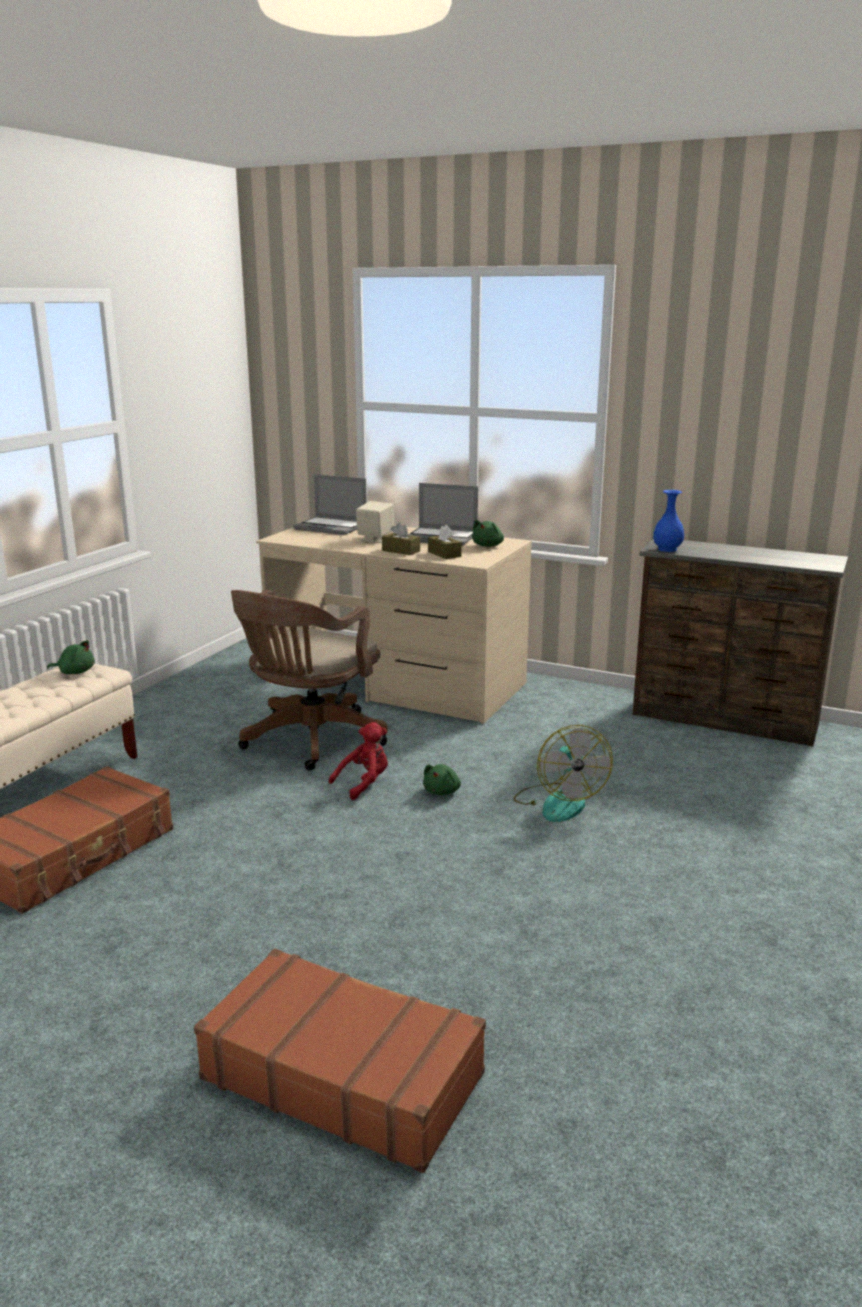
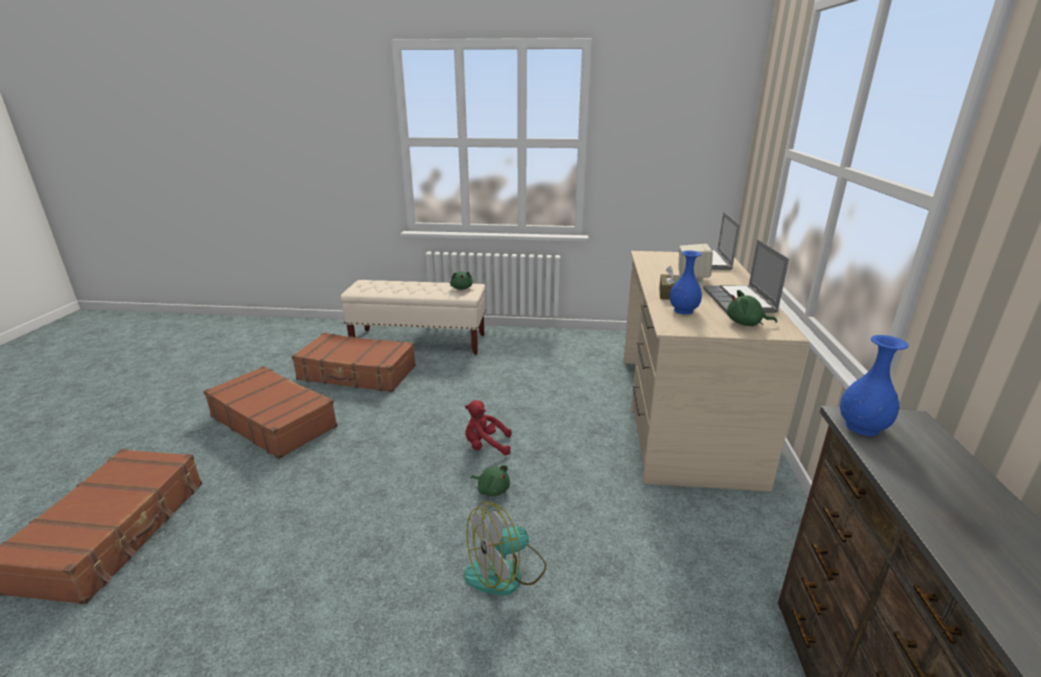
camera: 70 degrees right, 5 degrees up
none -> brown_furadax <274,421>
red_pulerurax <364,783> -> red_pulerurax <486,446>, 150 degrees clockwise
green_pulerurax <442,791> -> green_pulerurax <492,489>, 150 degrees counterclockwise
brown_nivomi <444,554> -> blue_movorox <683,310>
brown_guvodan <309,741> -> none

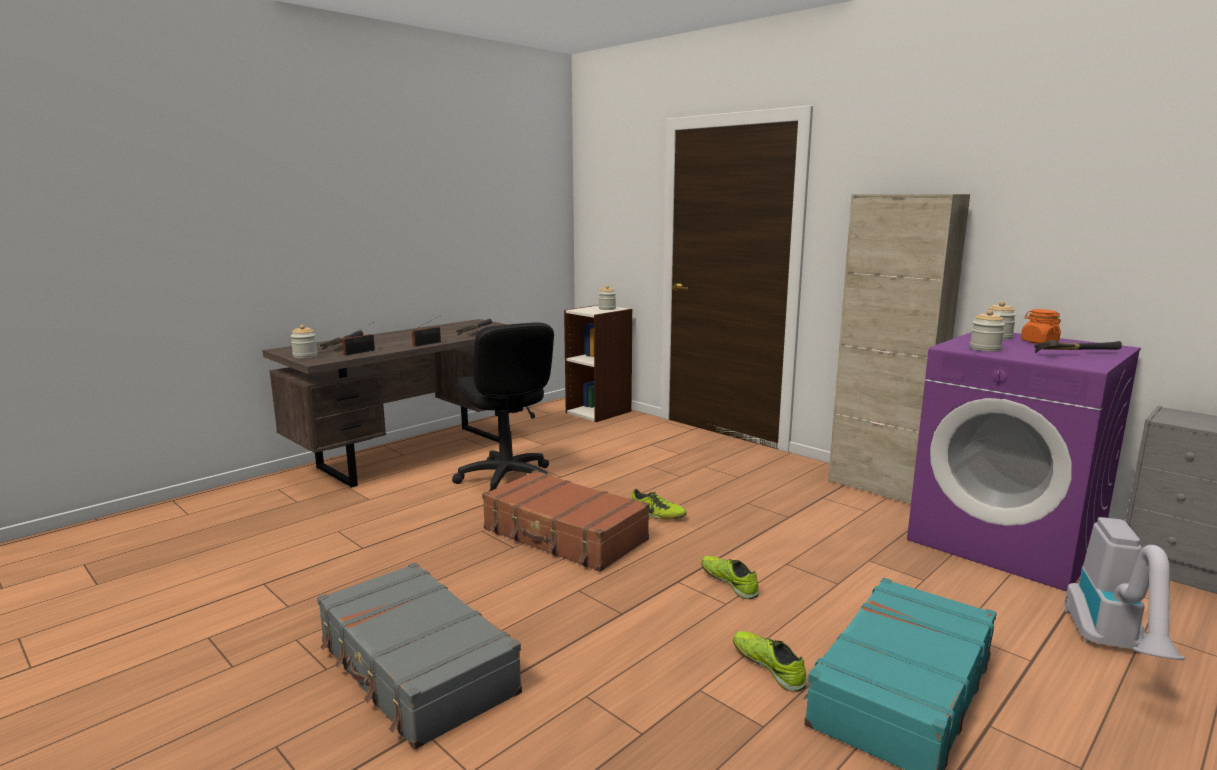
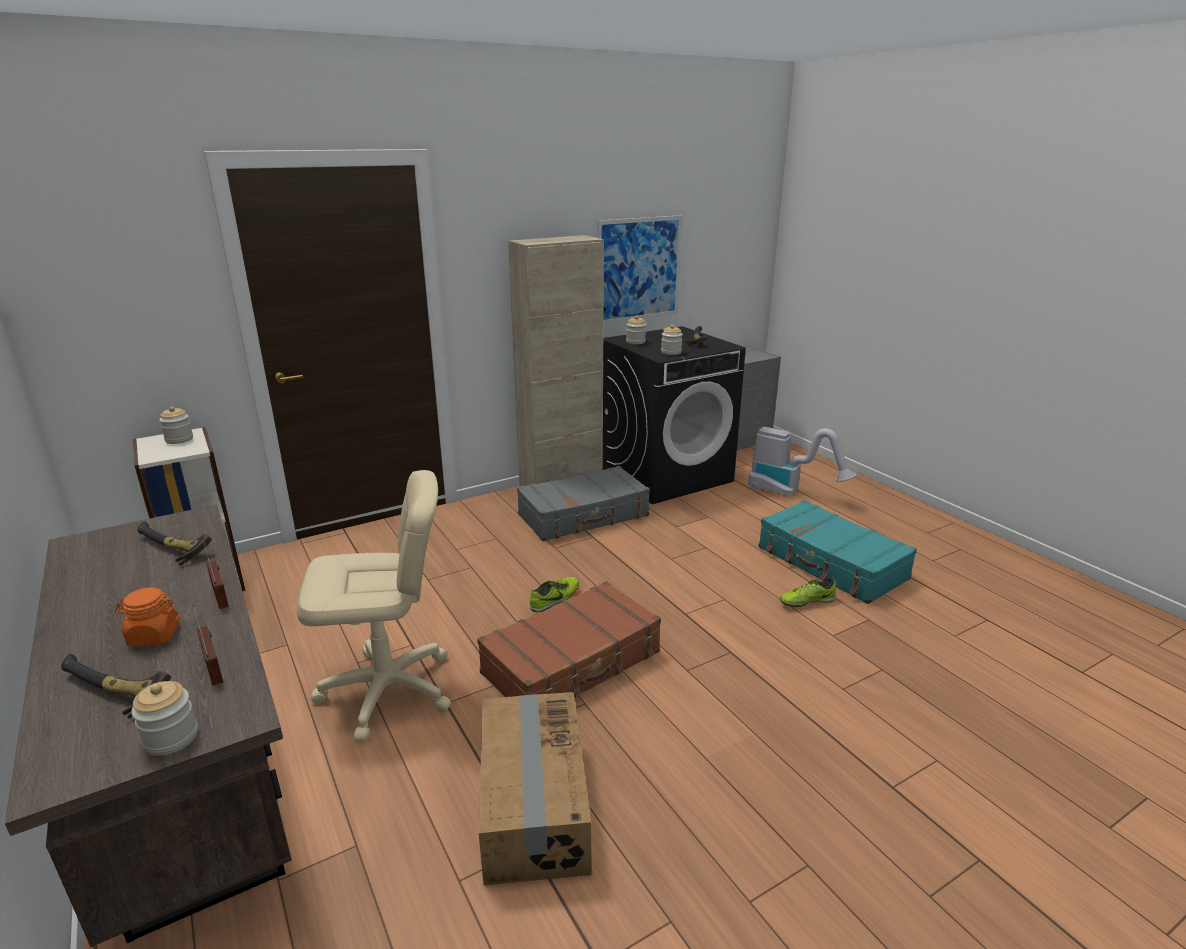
camera: 75 degrees left, 10 degrees up
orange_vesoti <1039,342> -> orange_vesoti <154,636>, moved
black_guvodan <506,480> -> beige_guvodan <388,691>
none -> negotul <532,806>
grey_furadax <415,668> -> grey_furadax <584,516>, moved
none -> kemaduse <639,269>
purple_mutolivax <1006,541> -> black_mutolivax <666,475>
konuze <729,582> -> none

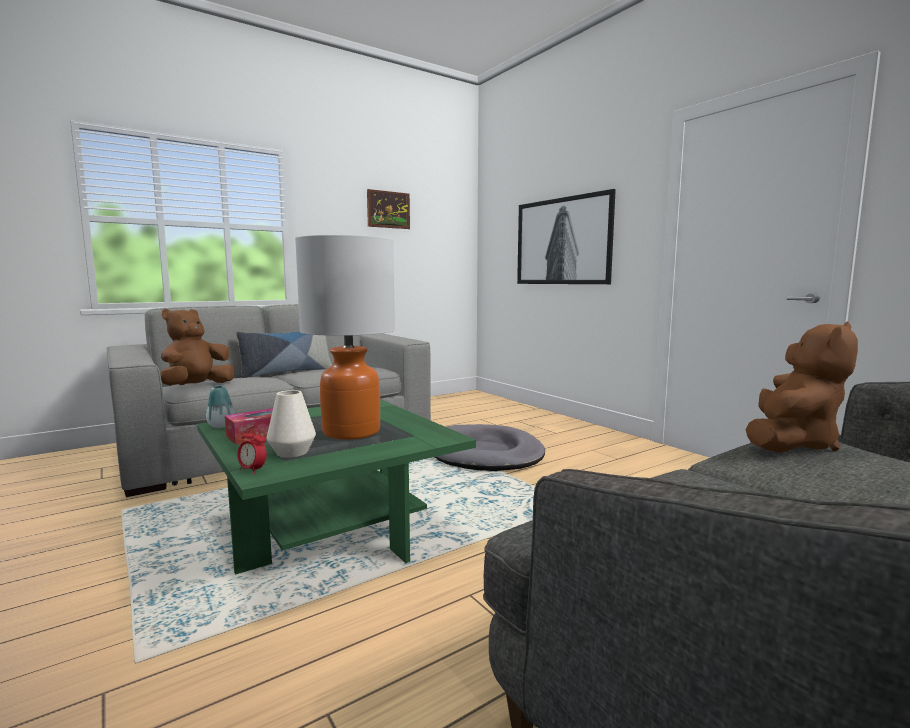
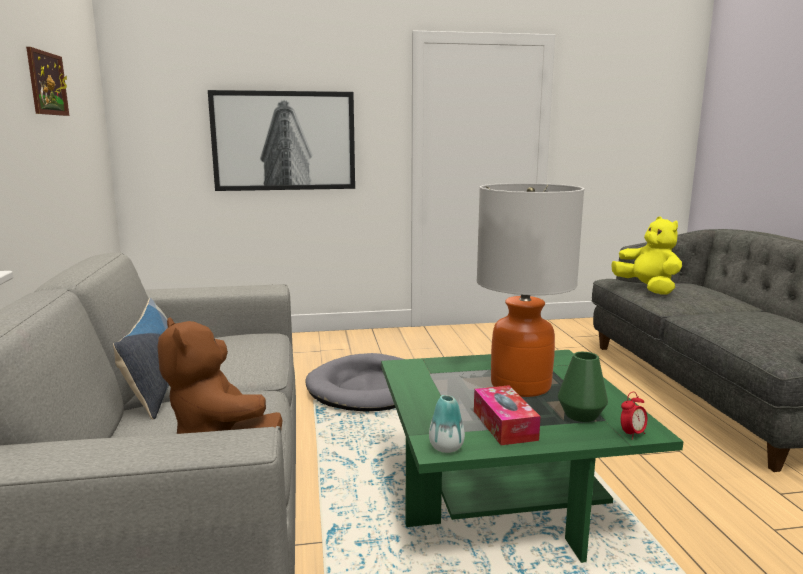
camera: 65 degrees left, 5 degrees up
white_movorox <292,452> -> green_movorox <581,415>
brown_pulerurax <790,444> -> yellow_pulerurax <647,289>

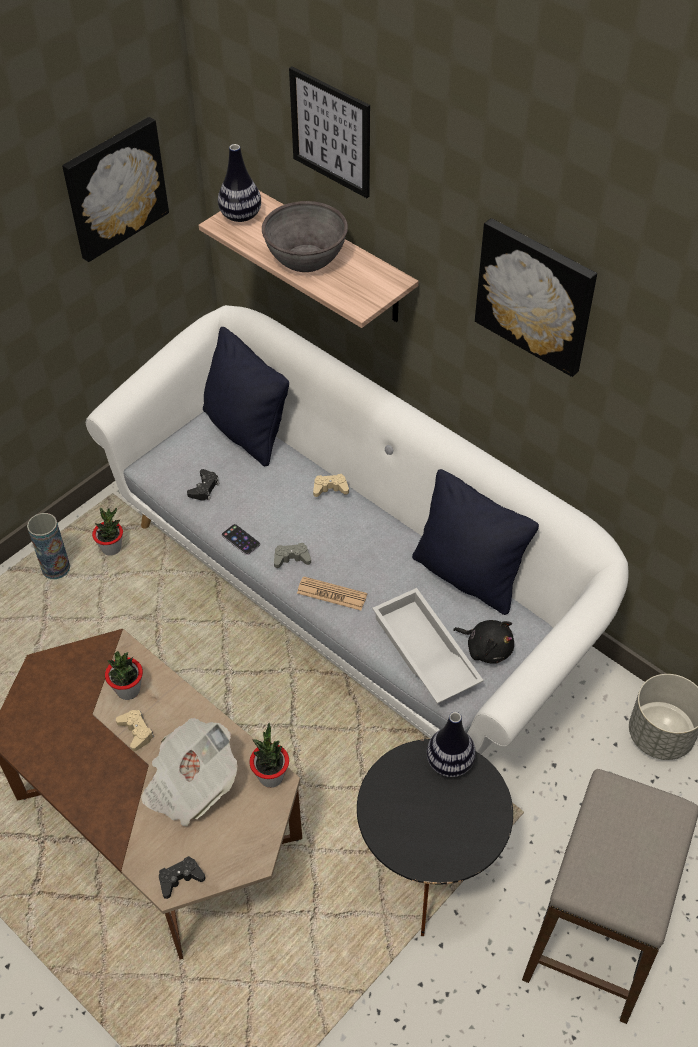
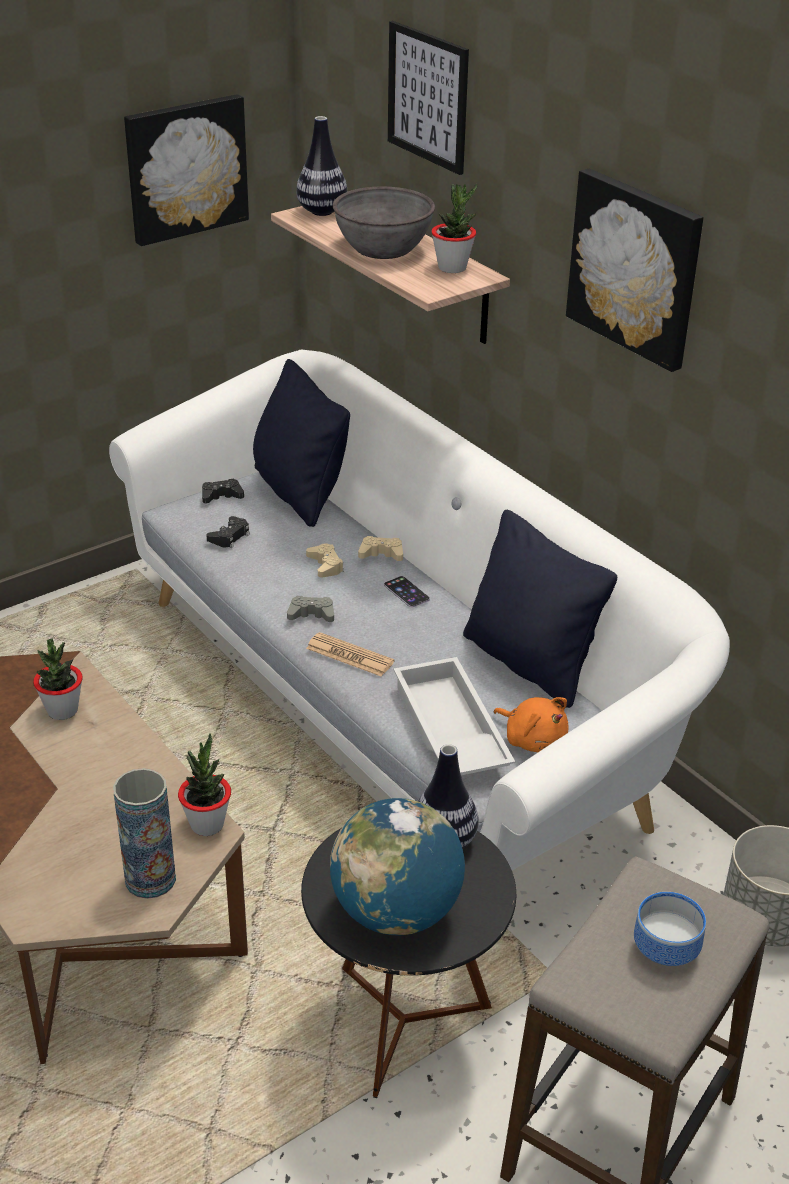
camera: 10 degrees right, 15 degrees down
movorox <56,569> -> movorox <150,879>, moved
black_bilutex <180,879> -> black_bilutex <221,496>, moved
beige_bilutex <136,732> -> beige_bilutex <325,565>, moved
none -> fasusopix <396,912>
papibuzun <240,539> -> papibuzun <406,592>, moved
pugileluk <111,548> -> pugileluk <452,268>, moved
black_pulerurax <486,648> -> orange_pulerurax <533,739>
none -> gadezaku <668,948>
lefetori <190,784> -> none

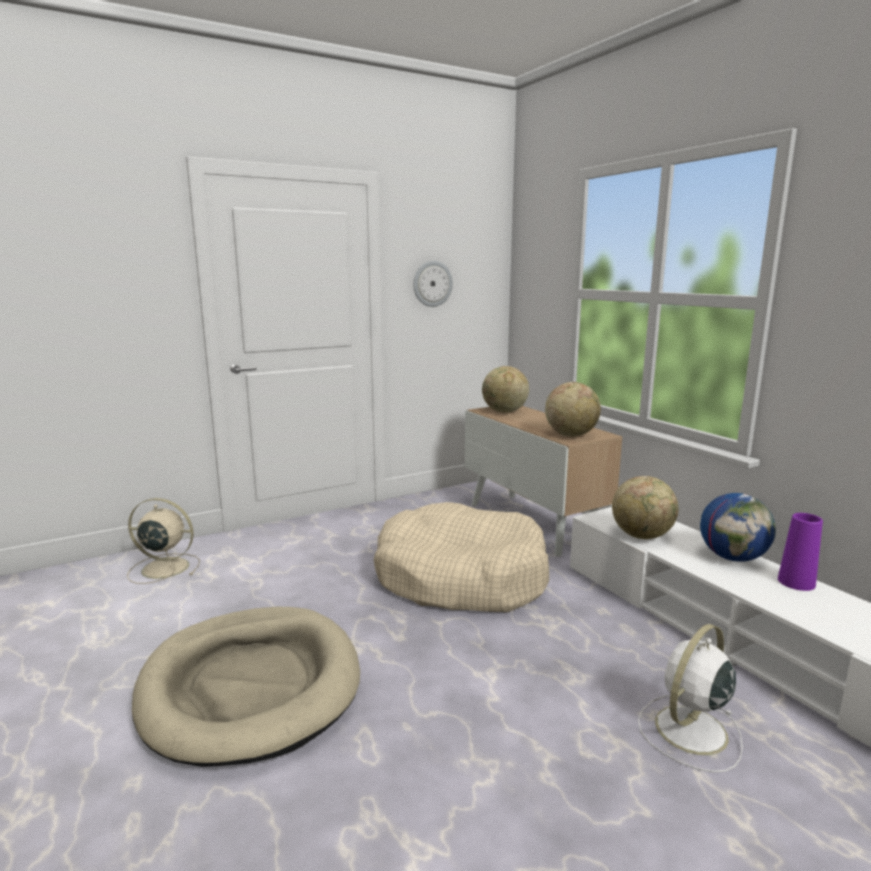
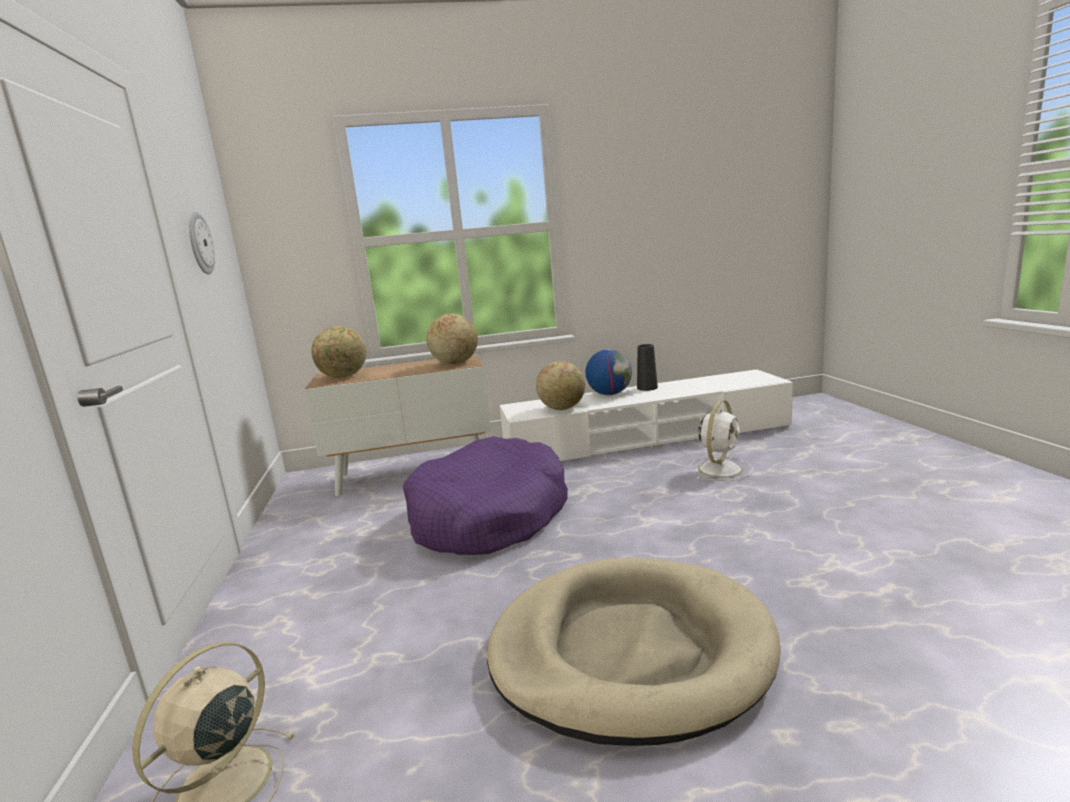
camera: 70 degrees left, 0 degrees up
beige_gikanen <461,577> -> purple_gikanen <489,516>
purple_movorox <796,582> -> black_movorox <647,388>
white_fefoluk <689,731> -> white_fefoluk <720,468>, 120 degrees counterclockwise

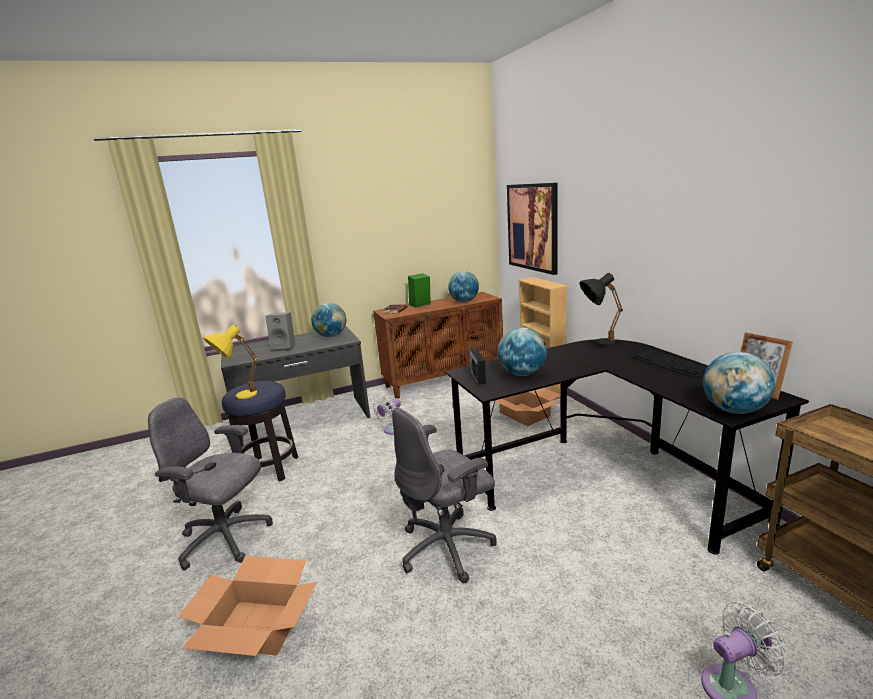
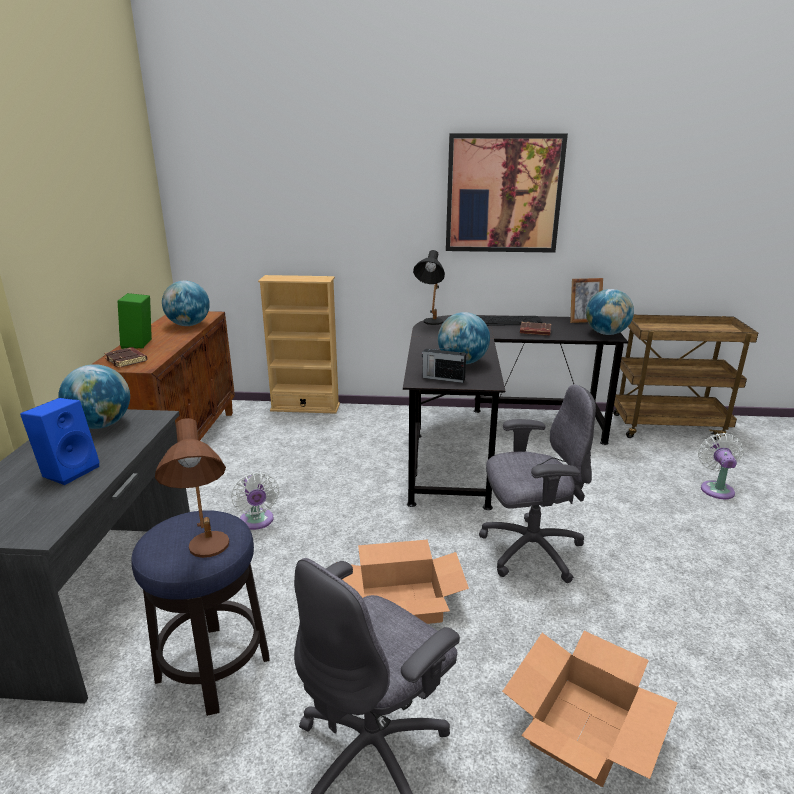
camera: 65 degrees left, 5 degrees up
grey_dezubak <284,347> -> blue_dezubak <69,470>
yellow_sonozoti <238,397> -> brown_sonozoti <207,554>
negotul <524,414> -> negotul <400,604>, moved
kemaduse <532,227> -> kemaduse <503,194>, moved
grey_guvodan <448,547> -> grey_guvodan <529,550>, 90 degrees counterclockwise
none -> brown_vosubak <534,332>

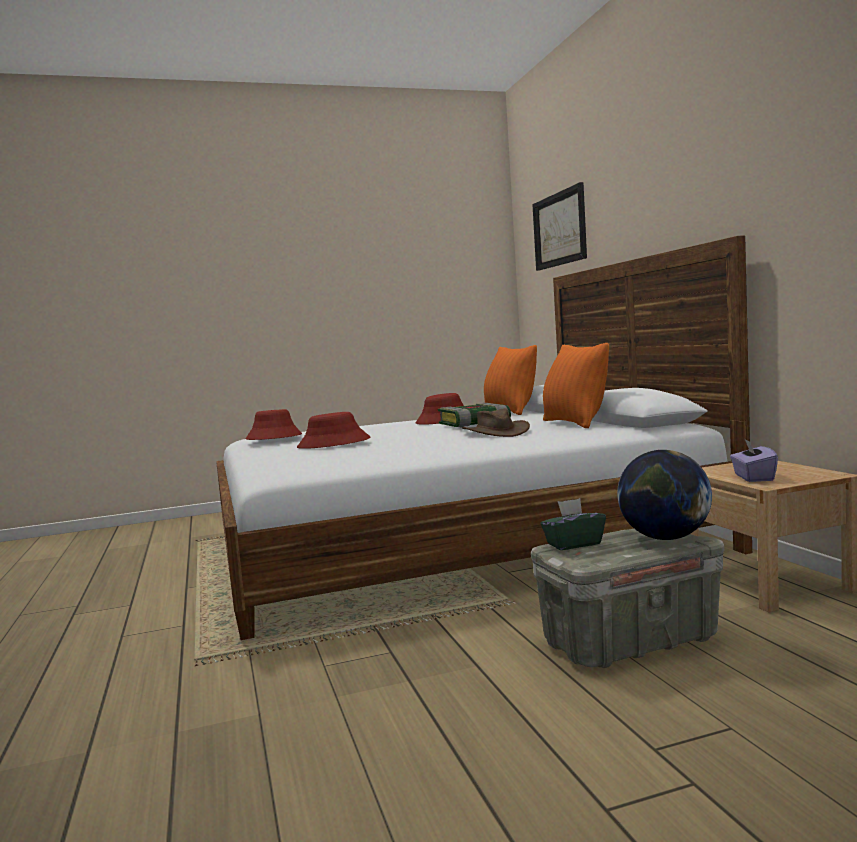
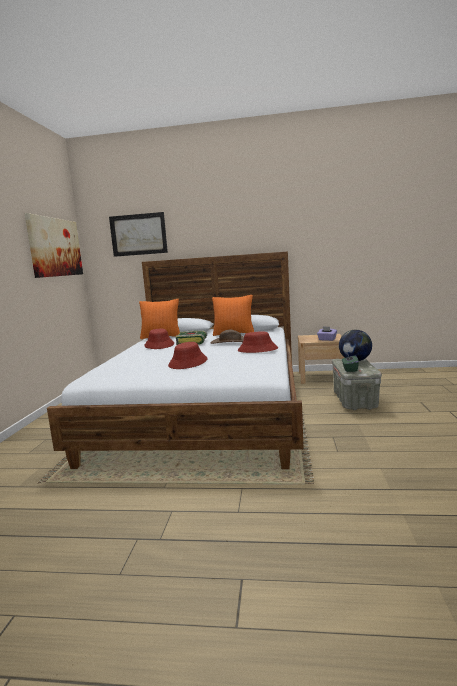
camera: 65 degrees left, 5 degrees up
none -> kemaduse <55,247>
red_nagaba <274,438> -> red_nagaba <257,350>, moved

